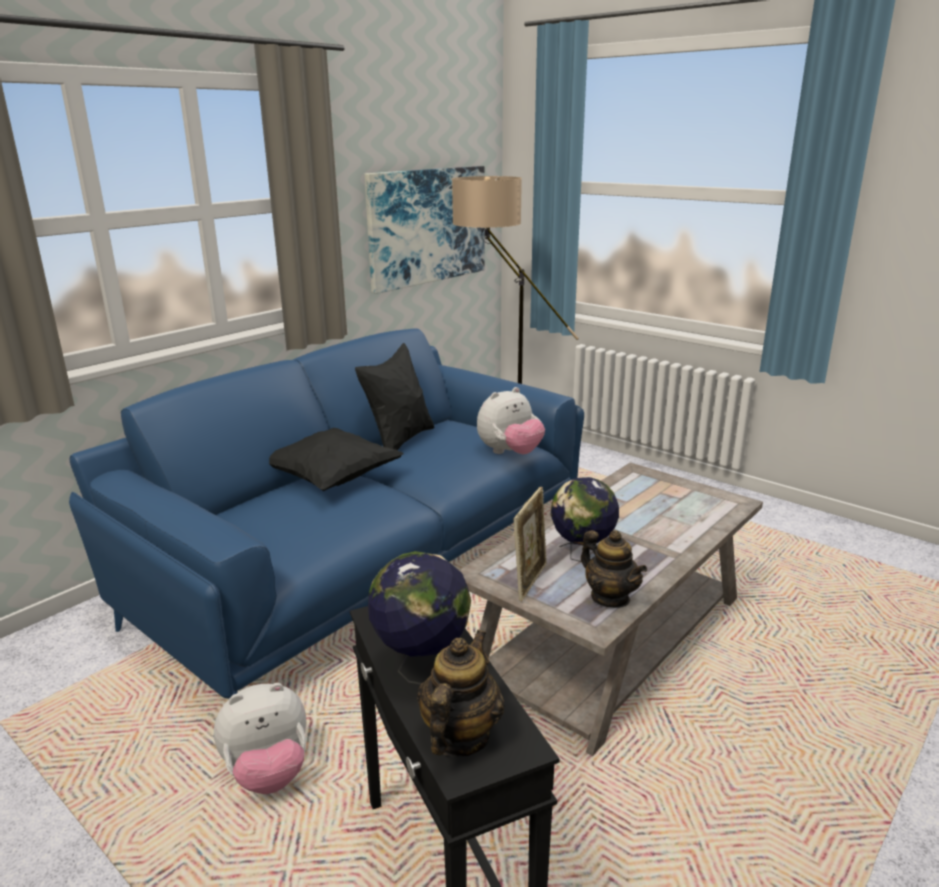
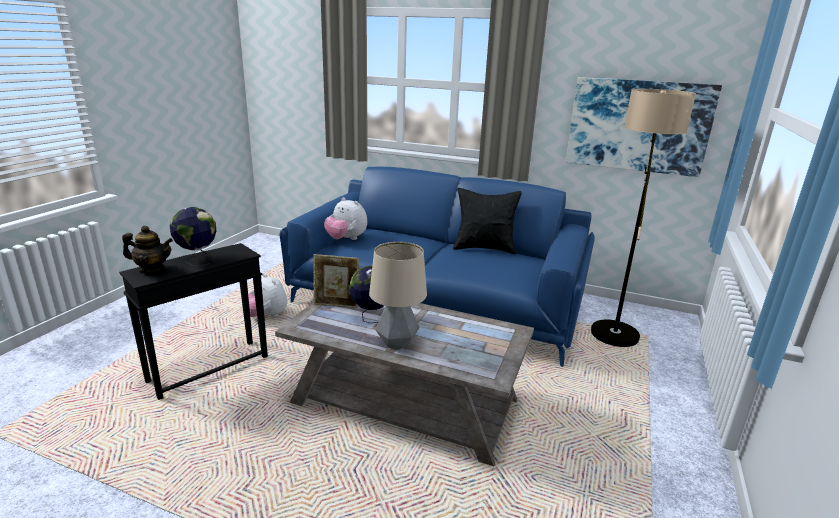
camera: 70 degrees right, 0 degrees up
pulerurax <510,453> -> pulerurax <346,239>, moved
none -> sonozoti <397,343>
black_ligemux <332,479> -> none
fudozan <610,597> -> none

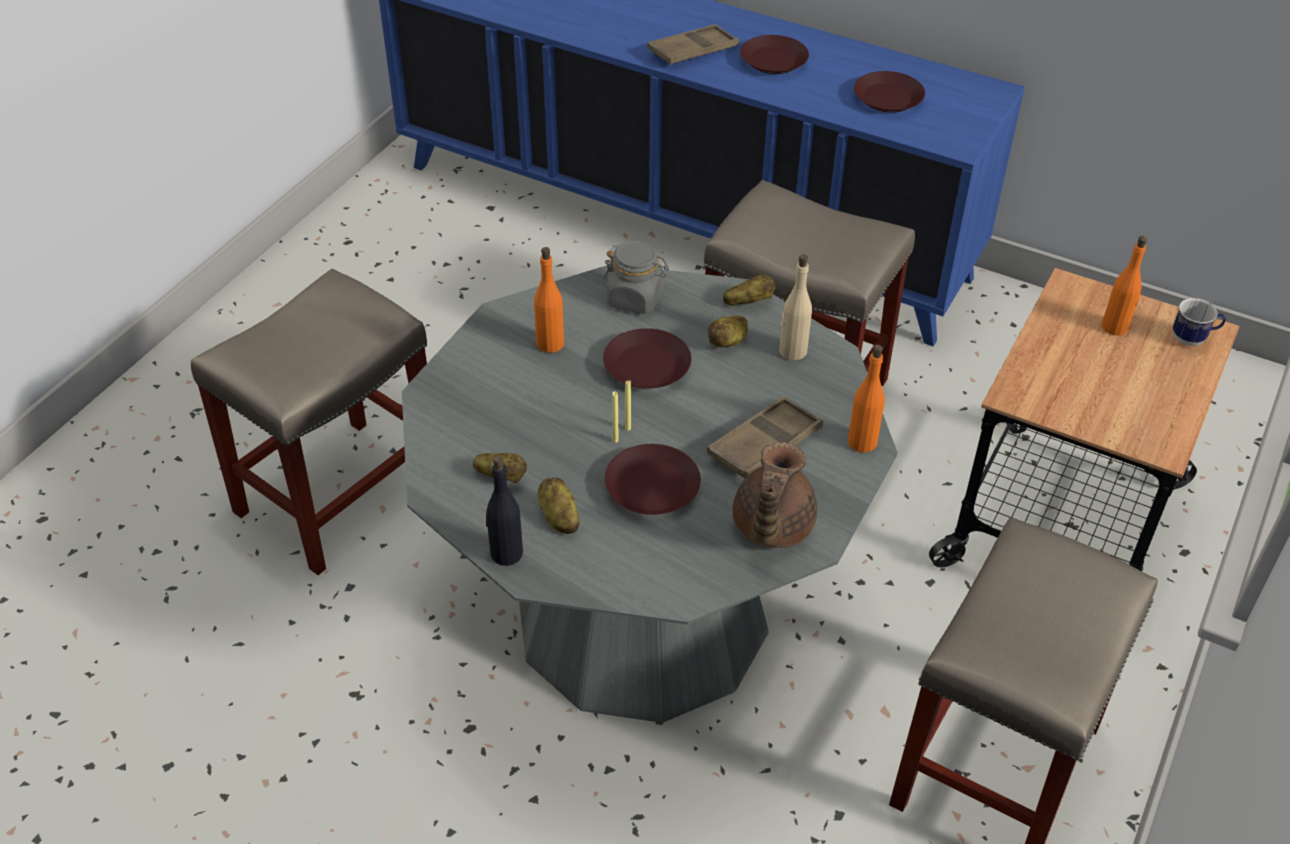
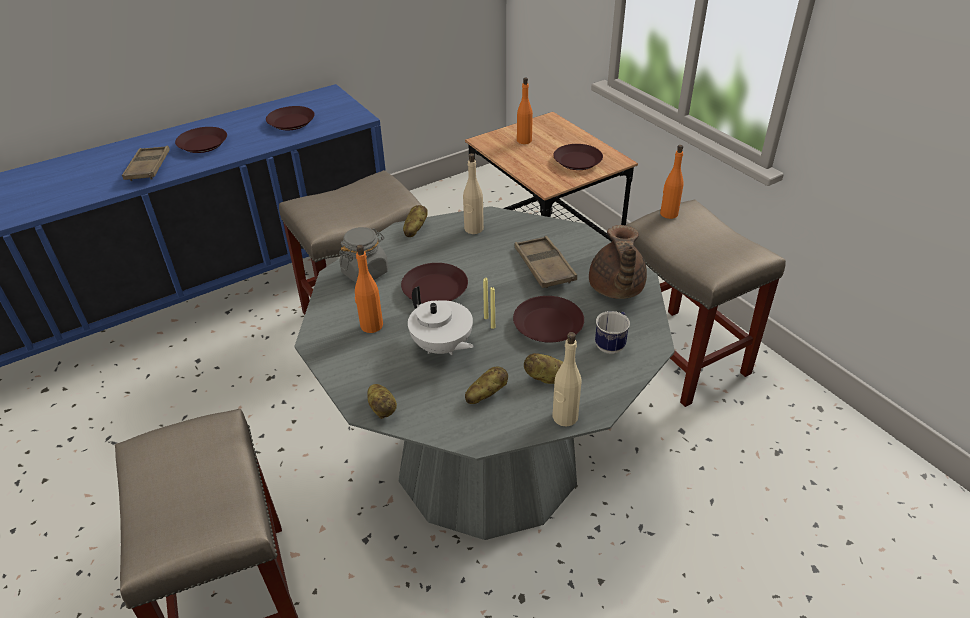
camera: 60 degrees left, 5 degrees down
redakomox <728,342> -> redakomox <383,409>, moved
none -> white_fudozan <442,347>
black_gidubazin <506,553> -> beige_gidubazin <564,417>
none -> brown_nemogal <578,161>
brown_fudozan <770,527> -> brown_fudozan <615,289>, 45 degrees clockwise
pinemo <1193,339> -> pinemo <612,344>, moved
orange_gidubazin <862,442> -> orange_gidubazin <668,214>, moved

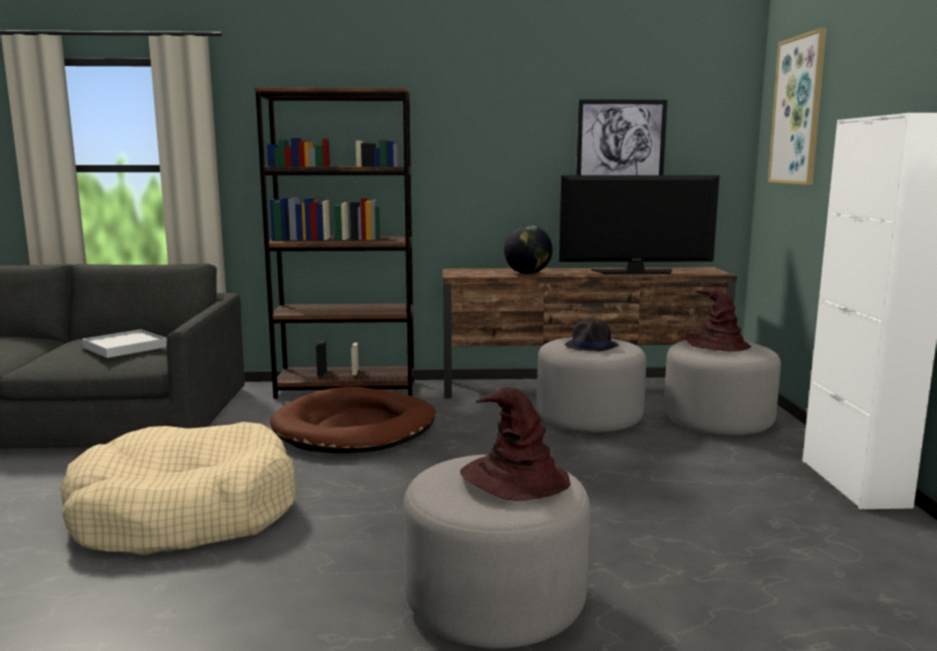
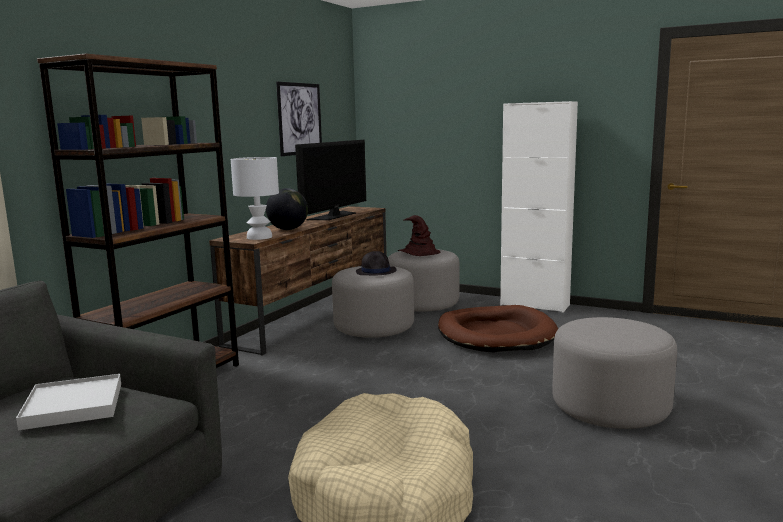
camera: 60 degrees left, 0 degrees up
none -> white_sonozoti <258,237>
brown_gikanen <355,428> -> brown_gikanen <496,334>, moved
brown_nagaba <513,480> -> none
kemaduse <798,111> -> none

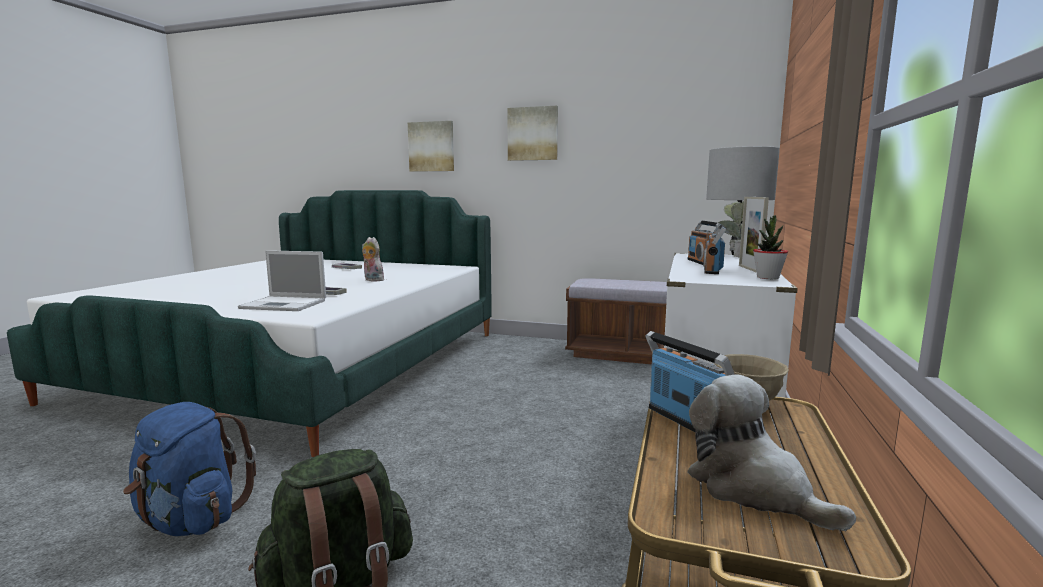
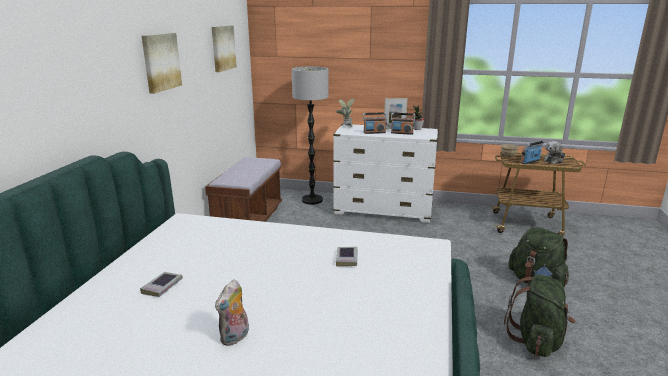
camera: 95 degrees left, 10 degrees up
kemaduse <431,146> -> kemaduse <222,48>, moved
pulerurax <372,280> -> pulerurax <235,338>, moved
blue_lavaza <191,520> -> green_lavaza <537,340>
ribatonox <285,304> -> none

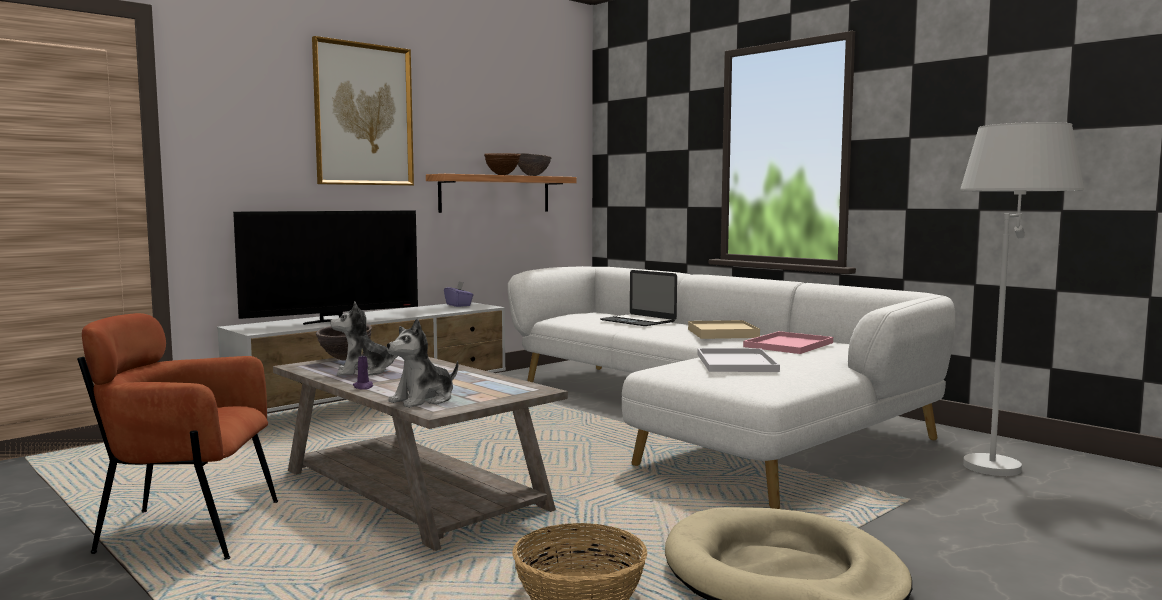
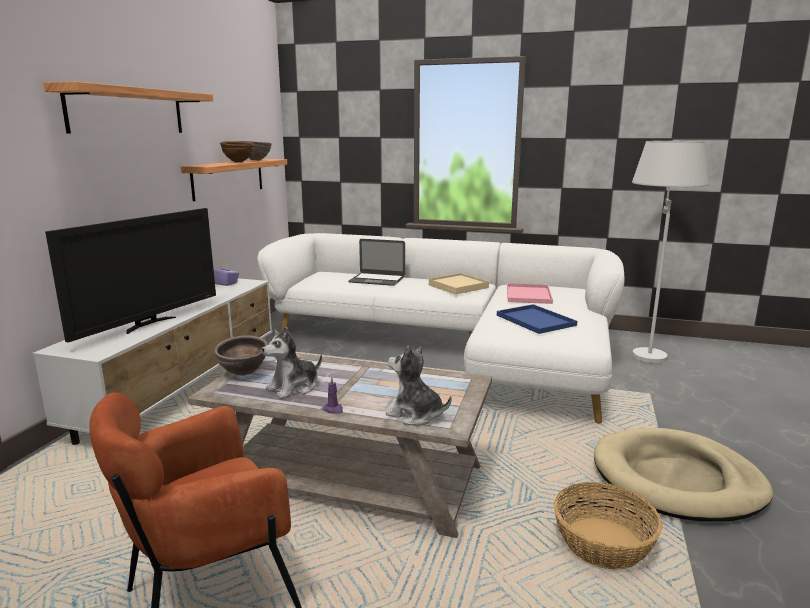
camera: 30 degrees left, 10 degrees up
kemaduse <363,115> -> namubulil <128,111>
pulerurax <423,400> -> pulerurax <415,415>, 105 degrees clockwise
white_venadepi <737,363> -> blue_venadepi <537,320>

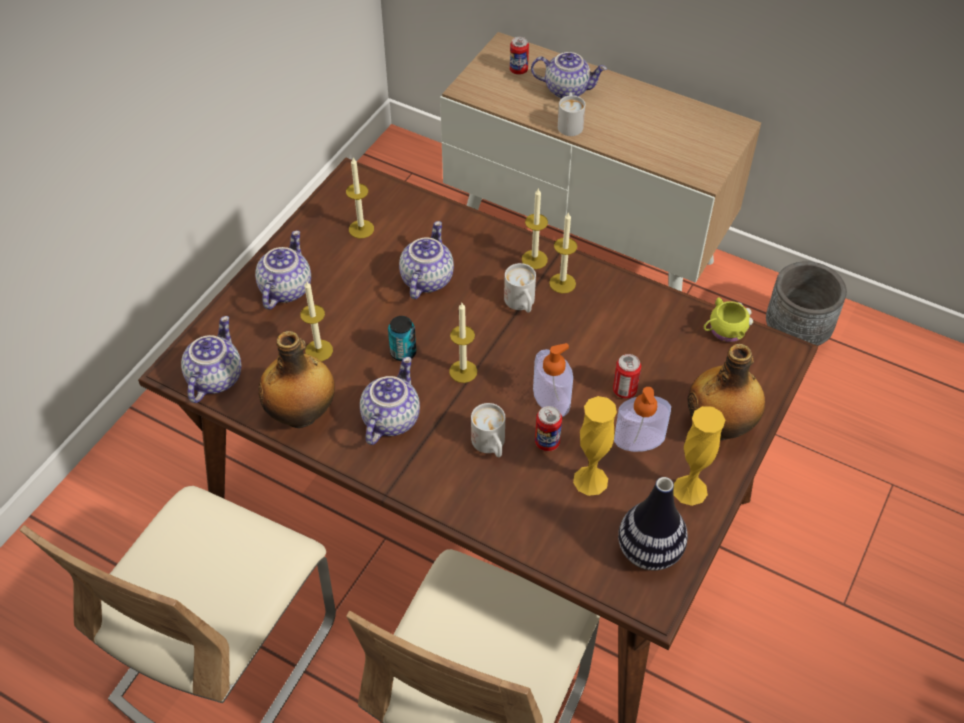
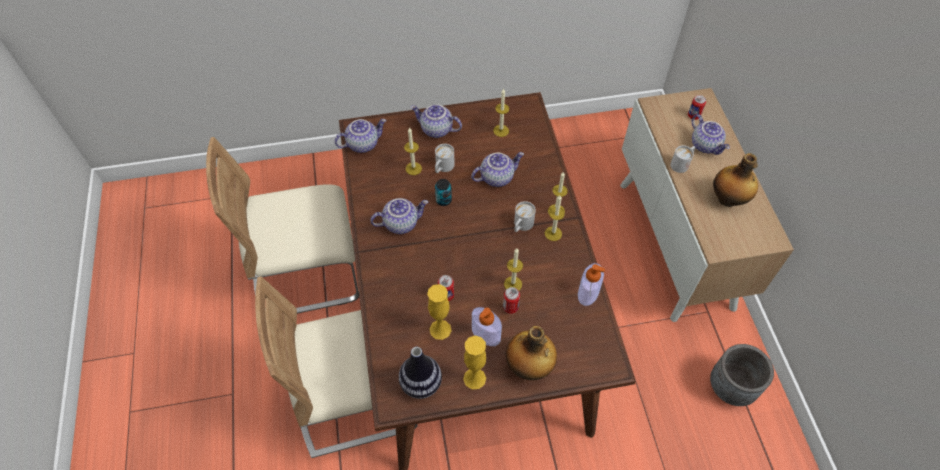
camera: 50 degrees right, 5 degrees up
fudozan <285,288> -> fudozan <436,130>, 135 degrees counterclockwise
white_pinemo <491,446> -> white_pinemo <443,168>, moved
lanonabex <463,371> -> lanonabex <513,284>, moved
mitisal <551,398> -> mitisal <588,292>, moved
gidubazin <302,414> -> gidubazin <728,199>, moved
yellow_pinemo <724,331> -> none

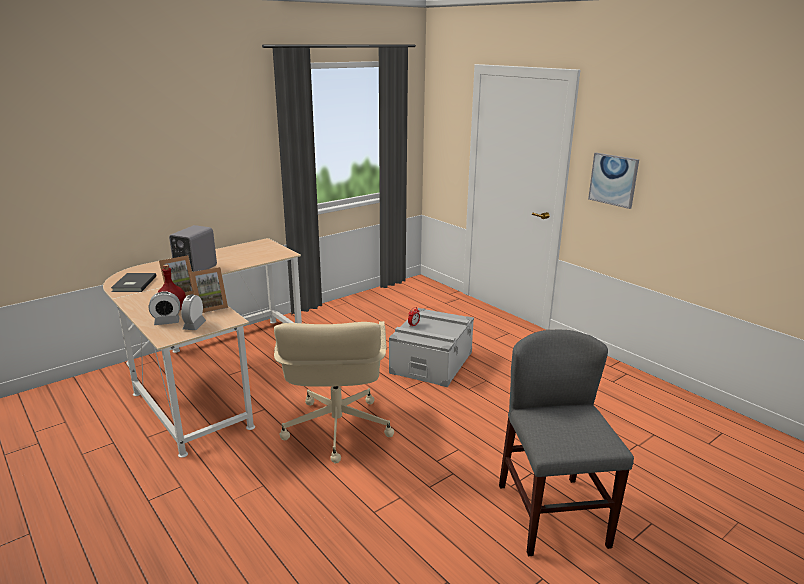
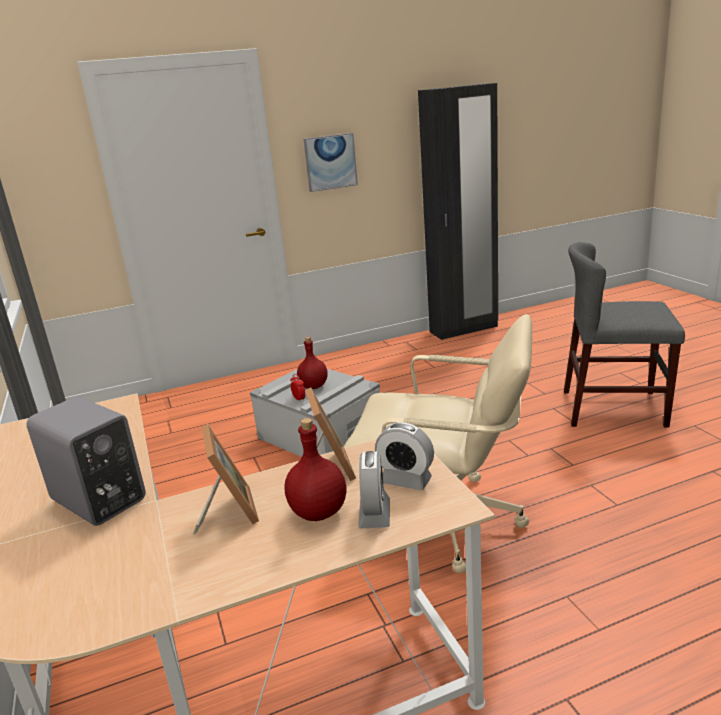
camera: 70 degrees left, 0 degrees up
none -> red_gidubazin <314,386>
none -> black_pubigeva <464,329>
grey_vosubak <133,284> -> none

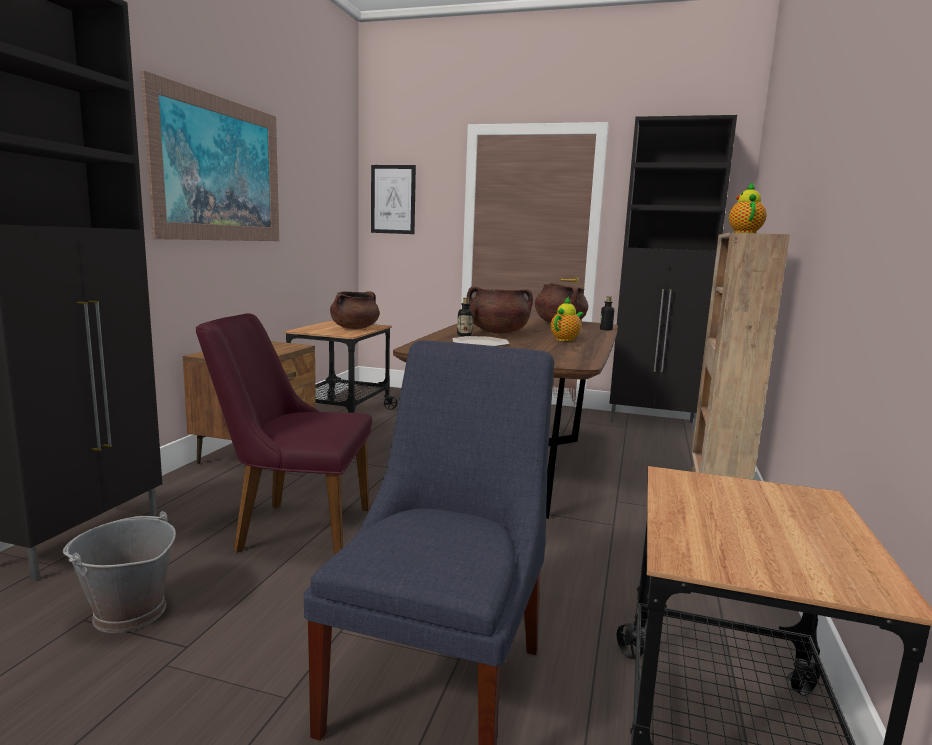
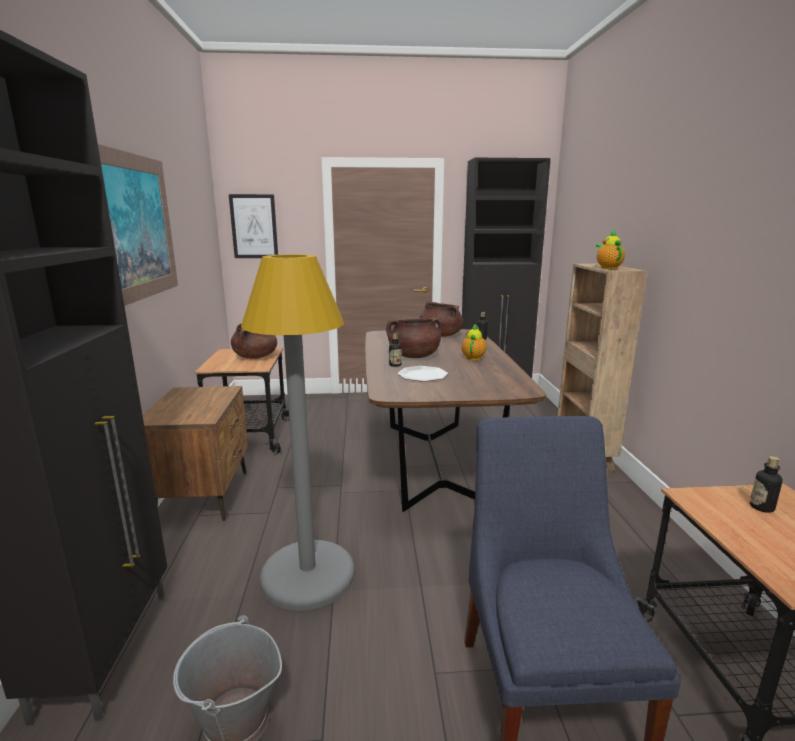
camera: 20 degrees left, 5 degrees up
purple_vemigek <292,528> -> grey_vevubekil <308,575>
none -> gidubazin <761,507>

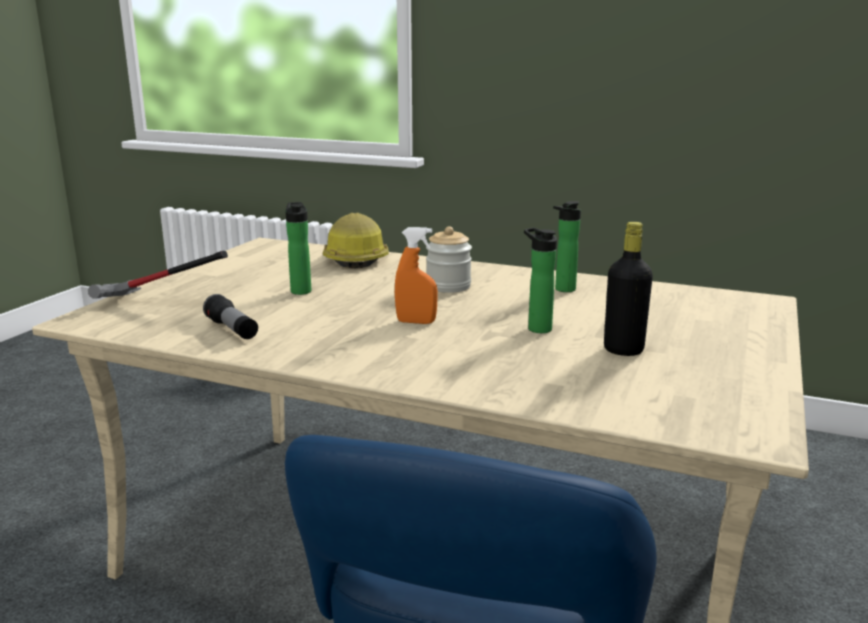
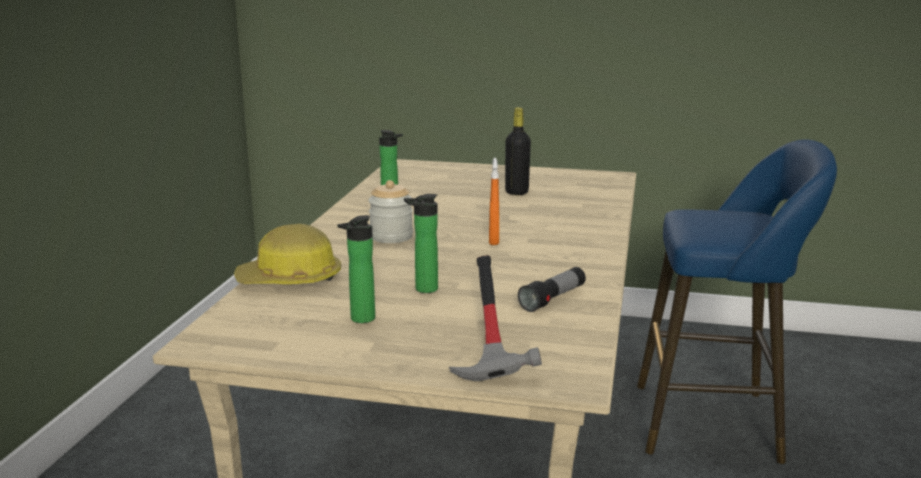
camera: 100 degrees left, 0 degrees up
gidubazin <537,328> -> gidubazin <360,319>, moved

